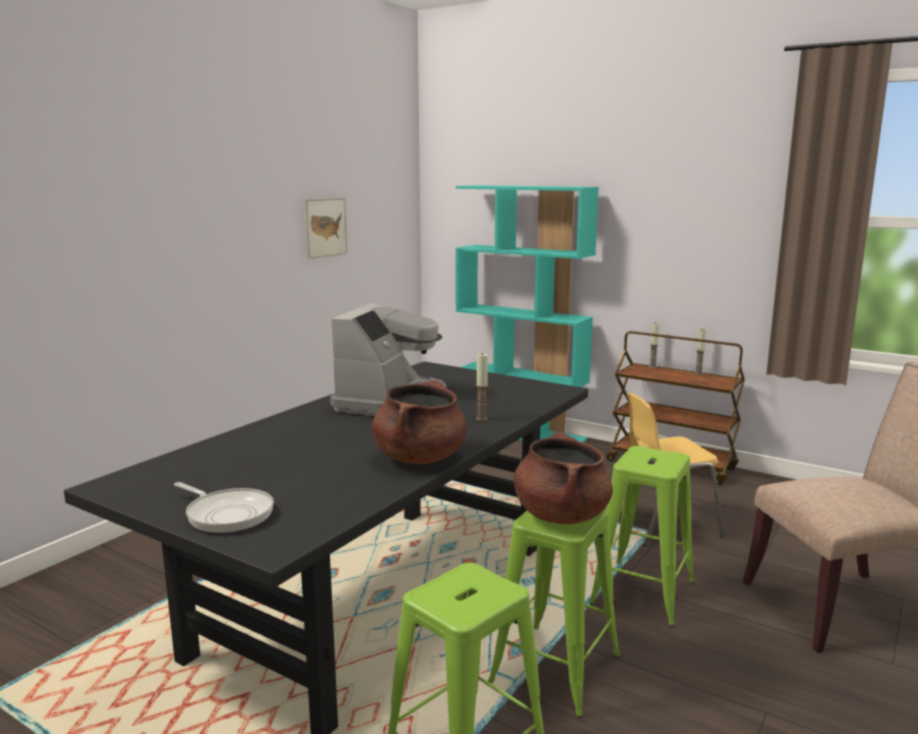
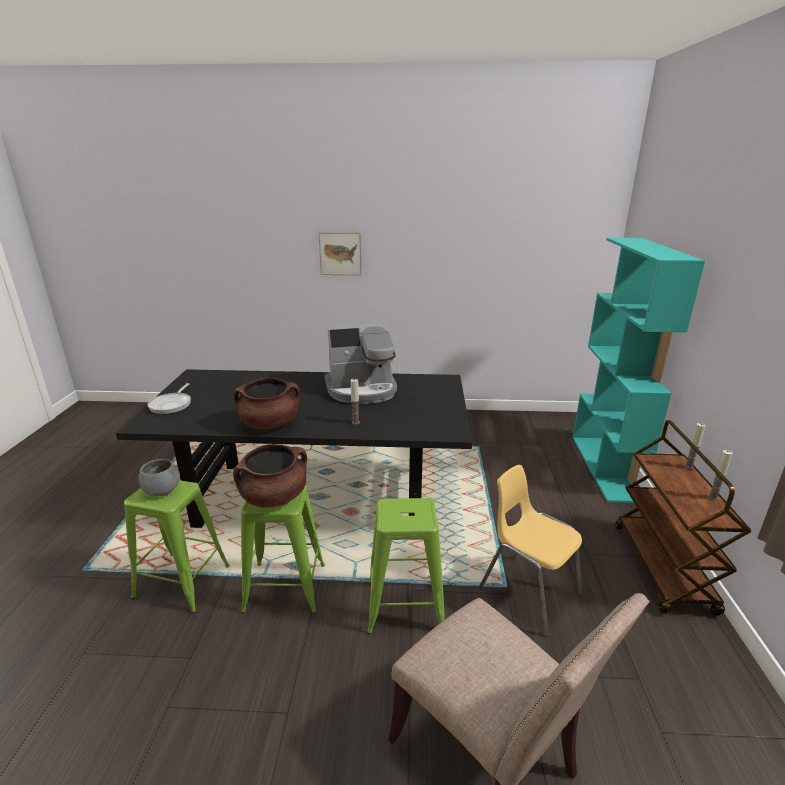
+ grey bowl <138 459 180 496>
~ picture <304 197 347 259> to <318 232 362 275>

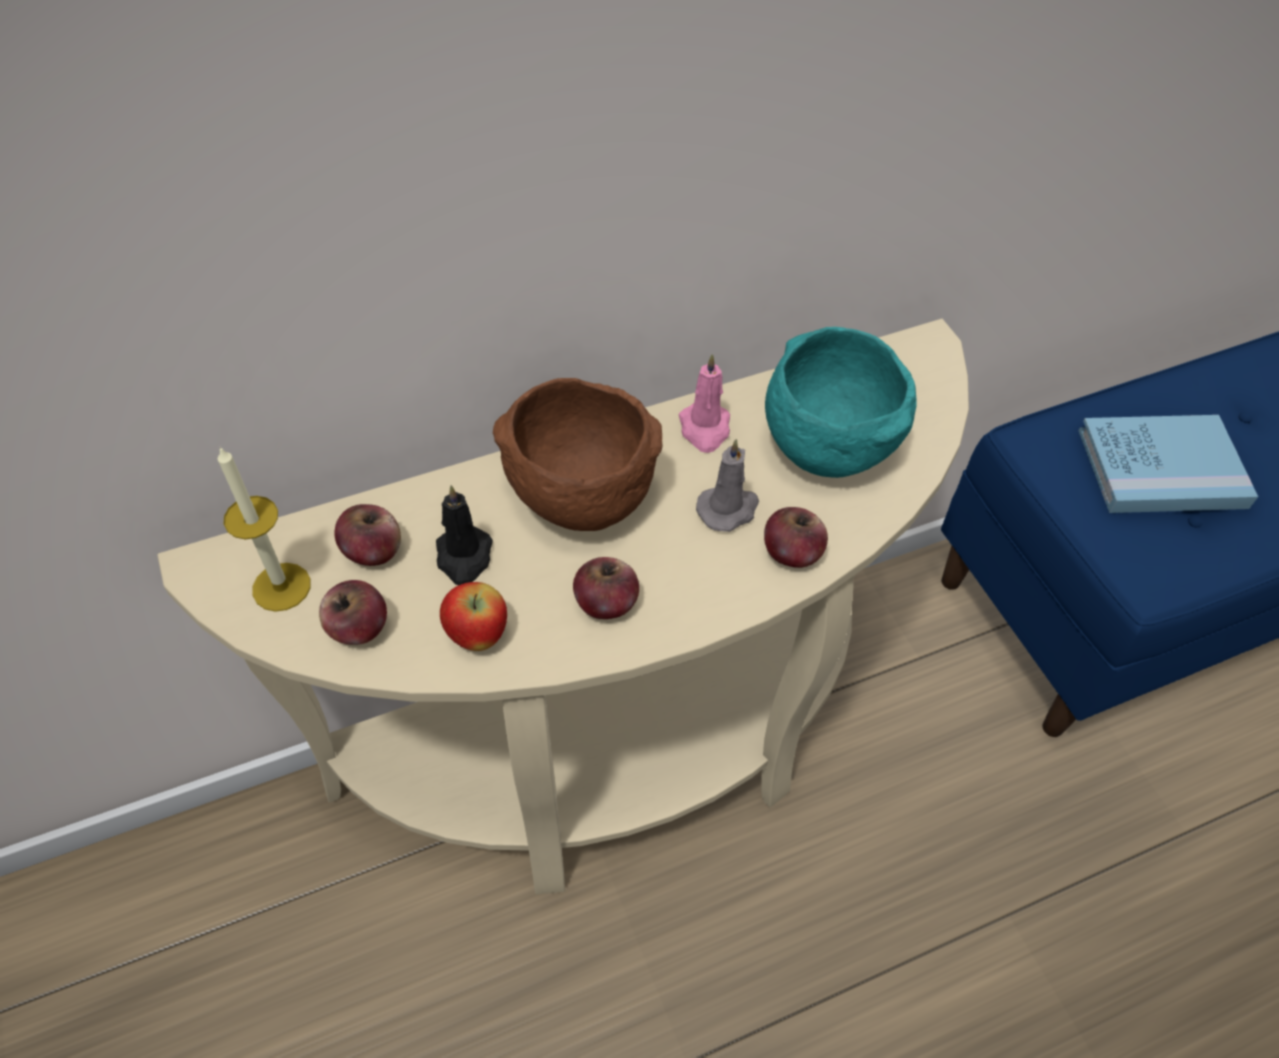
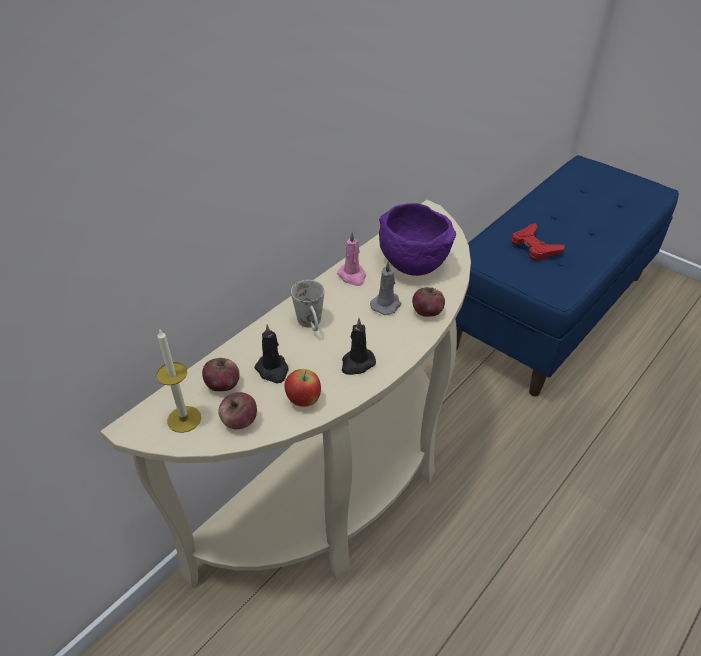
~ brown bowl <493 378 663 531> to white mug <291 280 325 331>
~ apple <573 557 639 619> to black candle <342 318 376 375>
~ turquoise bowl <765 327 917 478> to purple bowl <379 203 456 276>
~ blue book <1079 415 1258 513> to red game controller <512 223 565 261>

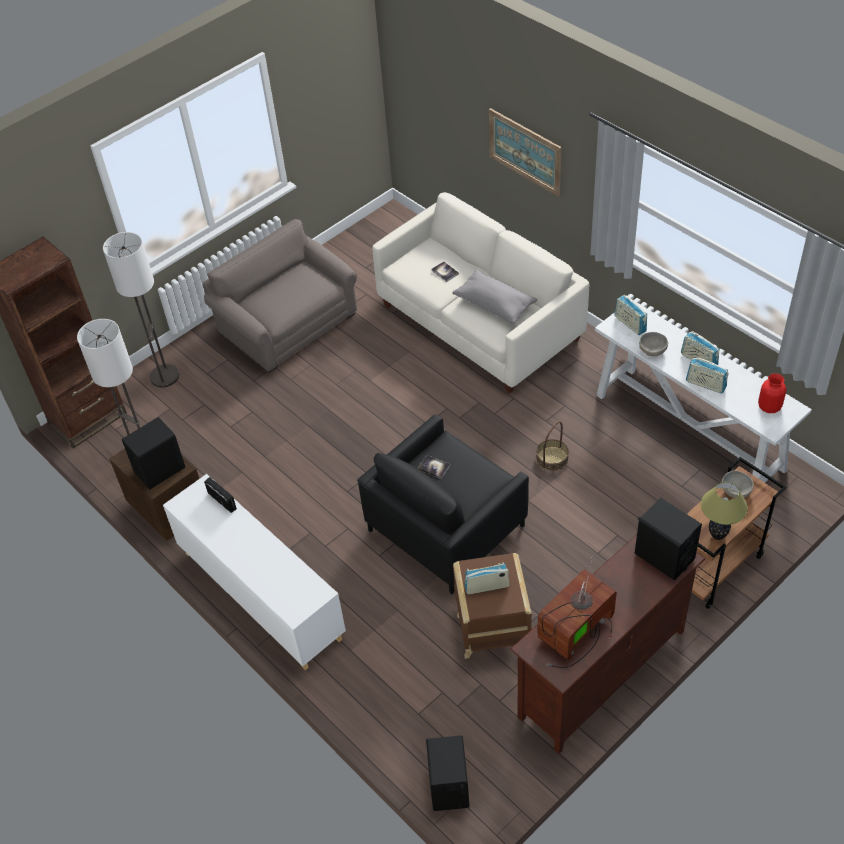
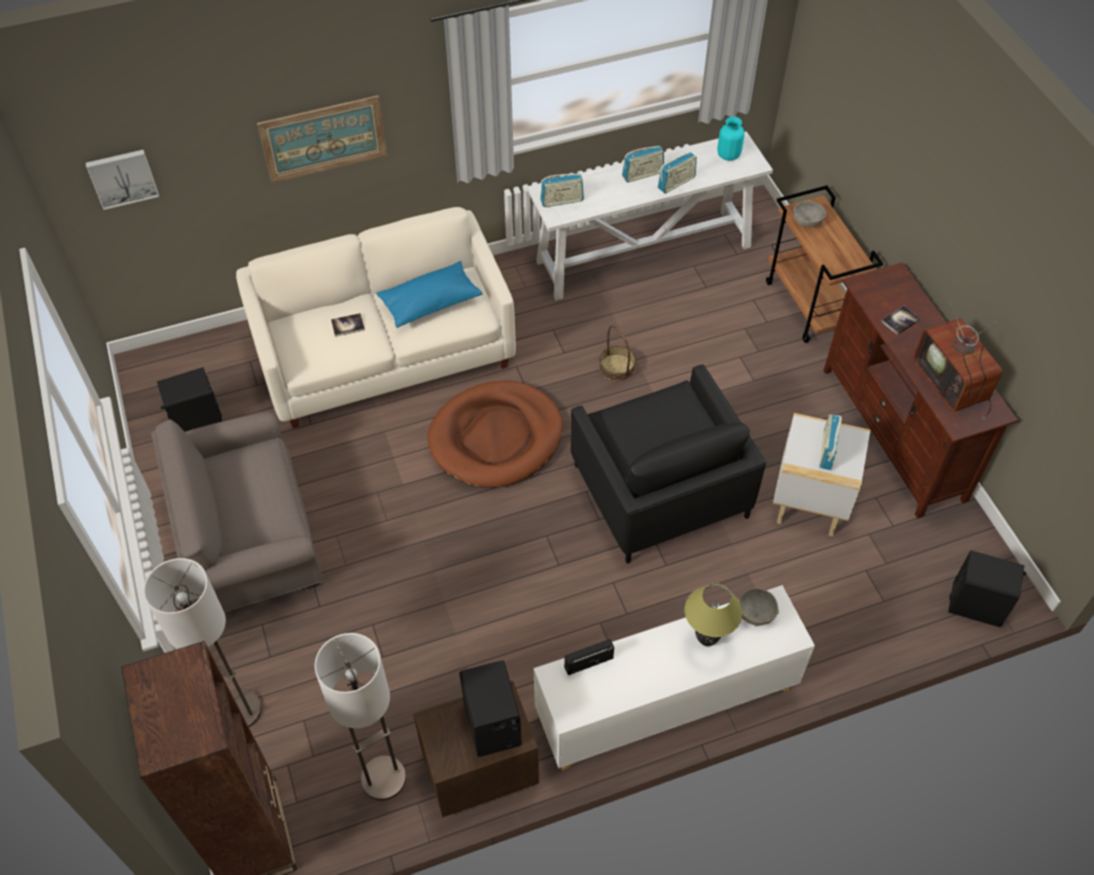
+ picture <85 149 160 210>
~ black speaker <634 498 702 580> to <157 367 222 432>
~ grey pillow <452 270 538 324> to blue pillow <377 261 482 328>
+ brown dog bed <428 381 563 488>
~ table lamp <701 482 748 540> to <685 583 742 646>
~ red vase <758 373 786 413> to turquoise vase <717 117 745 161>
~ grey bowl <639 332 668 357> to <739 588 779 626>
~ brown side table <453 553 532 659> to white side table <773 413 870 536>
~ book <418 455 451 479> to <881 306 920 335>

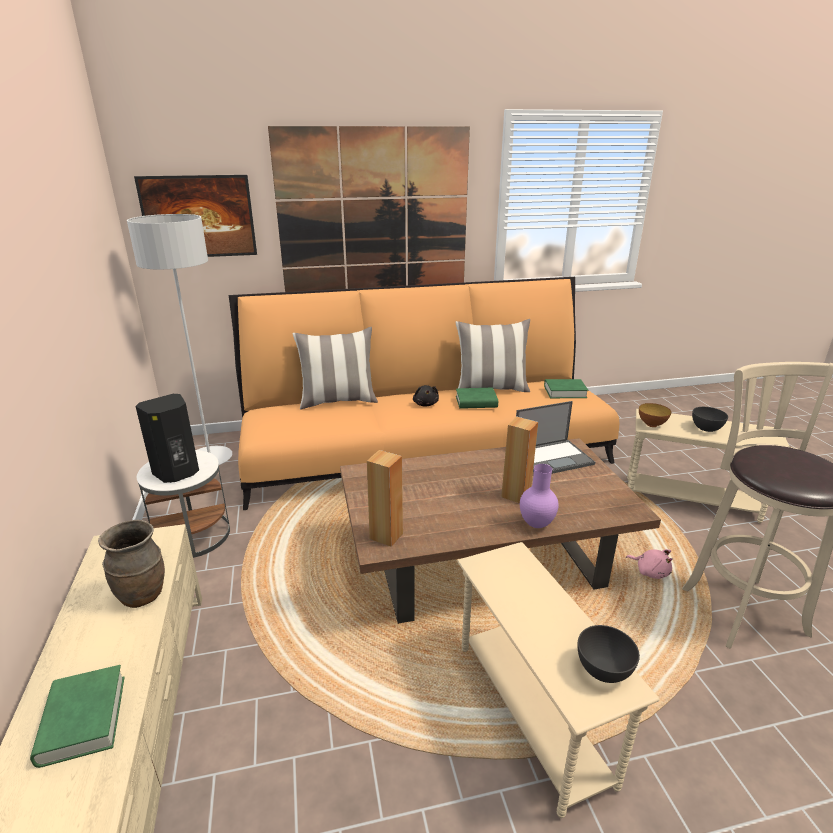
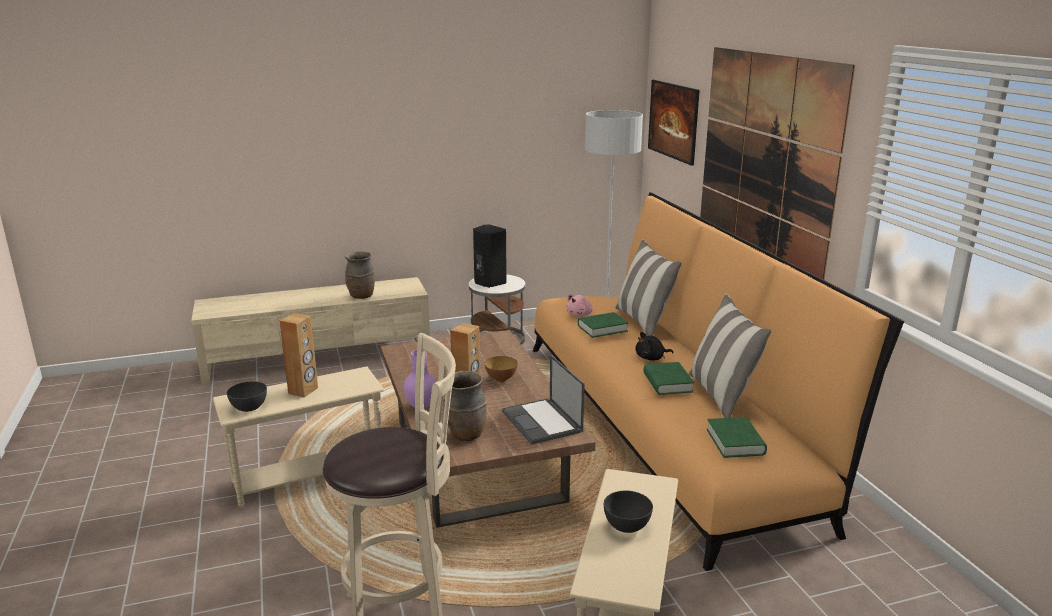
~ brown speaker <367 450 403 547> to <279 313 318 397>
+ brown vase <444 371 487 441>
~ bowl <639 403 671 427> to <485 356 517 382>
~ pink plush toy <626 549 673 579> to <566 294 593 317>
~ green book <30 665 125 768> to <578 312 628 338>

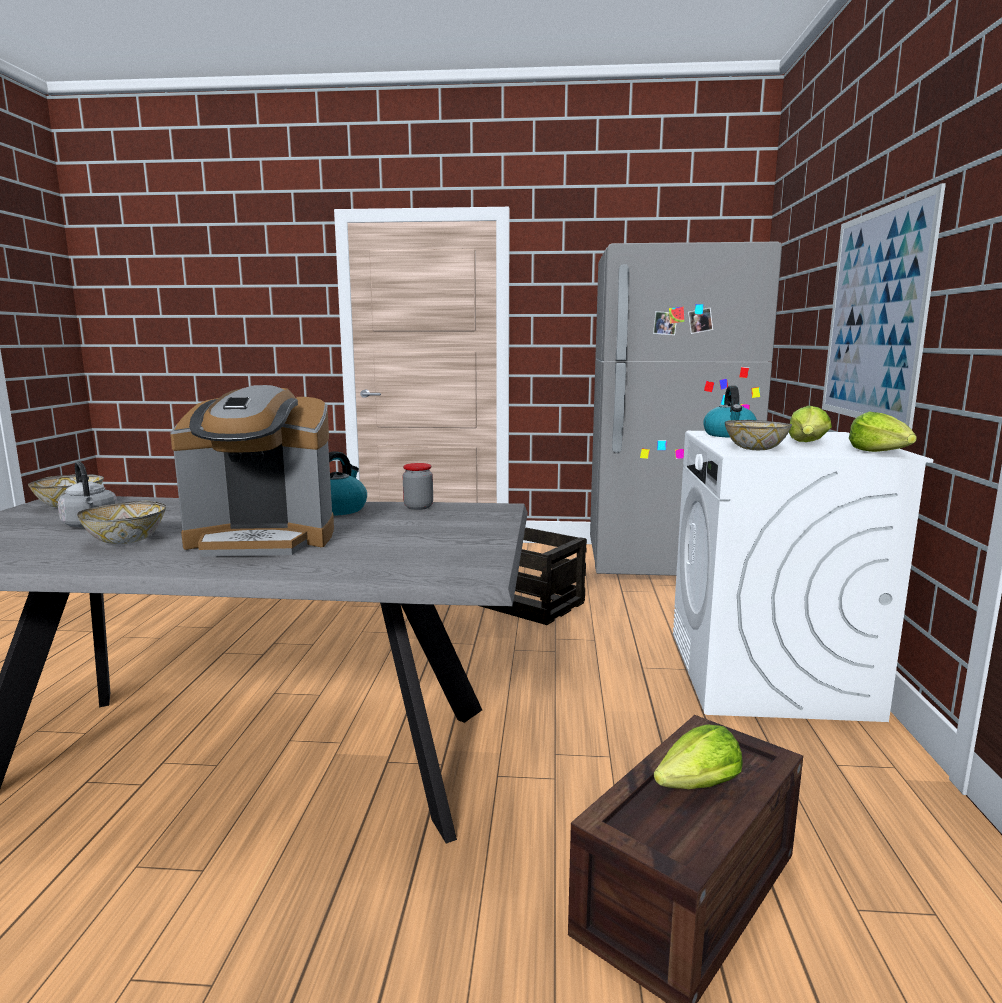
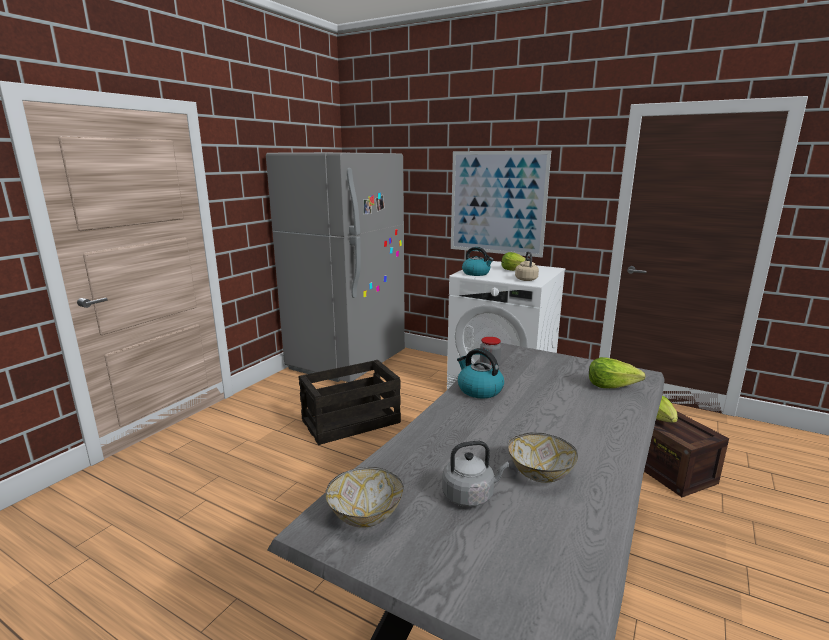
~ bowl <725 420 792 450> to beige kettle <515 251 539 281>
~ lettuce <849 411 917 452> to <589 357 646 388>
- coffee machine <170 385 334 557>

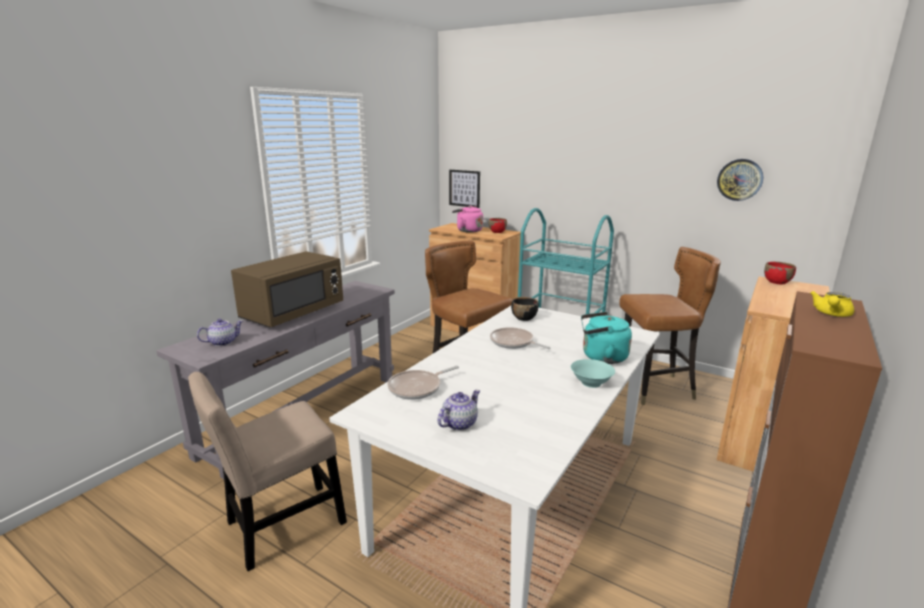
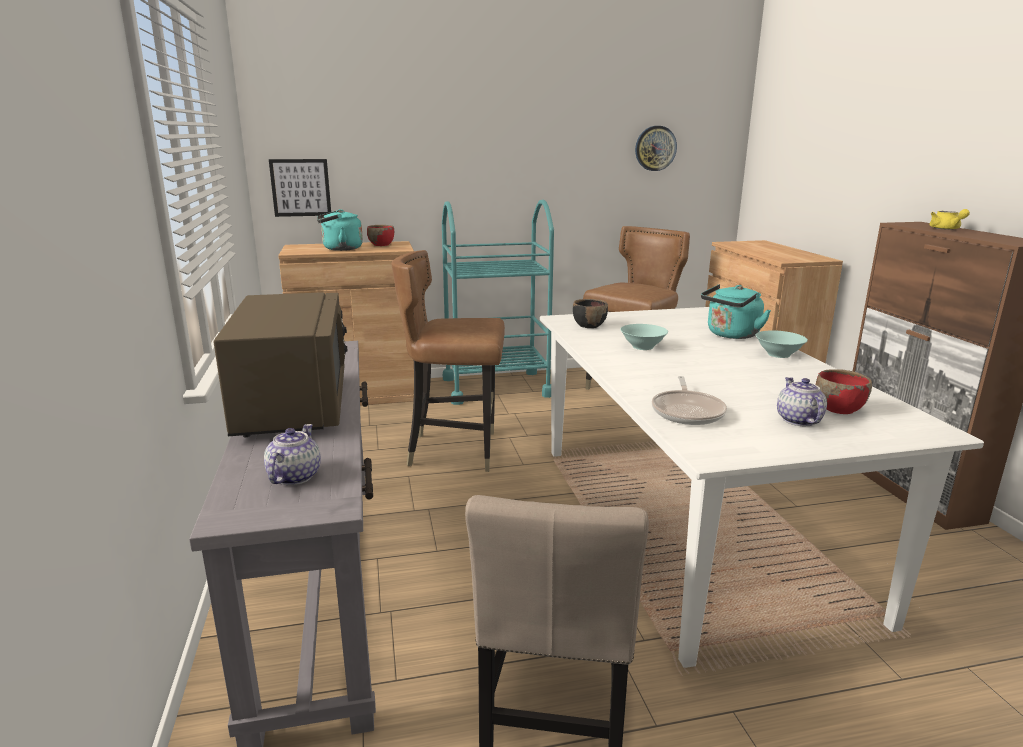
~ pink kettle <452 205 483 233> to turquoise kettle <317 209 363 251>
~ frying pan <490 327 551 349> to turquoise bowl <620 324 668 350>
~ red bowl <764 262 796 284> to <816 369 872 414>

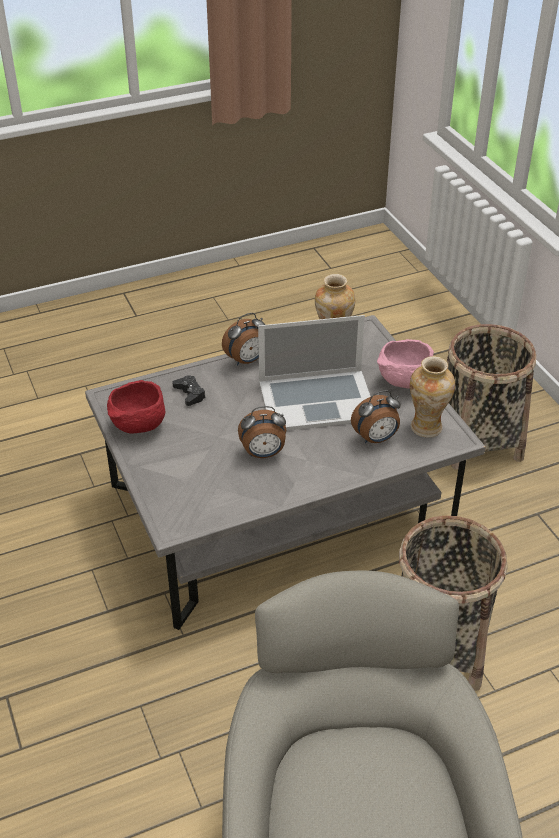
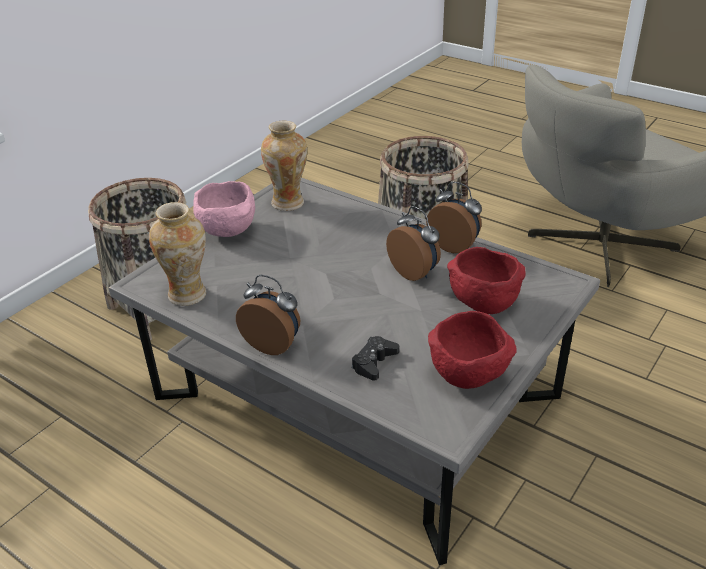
~ alarm clock <351 390 401 444> to <426 182 482 253>
+ red bowl <447 247 526 314>
- laptop <258 315 371 430>

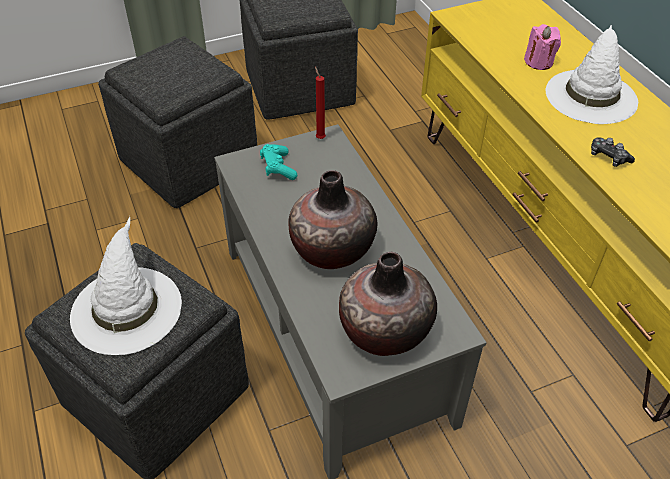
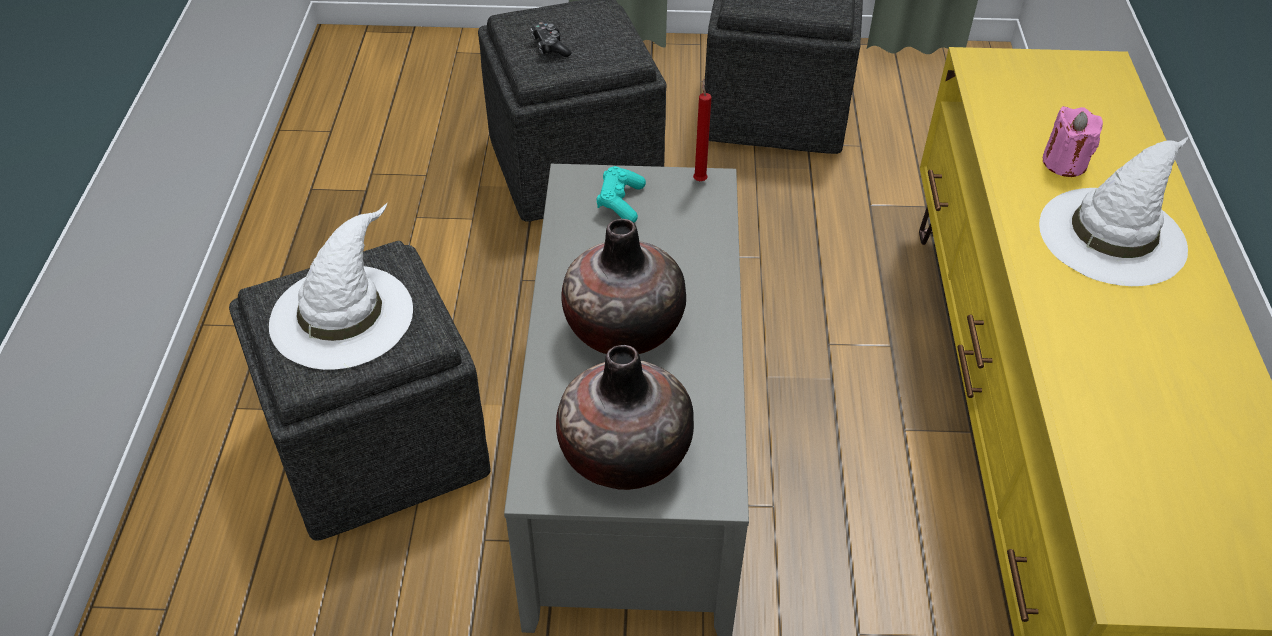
~ game controller <591 137 635 167> to <531 21 571 57>

